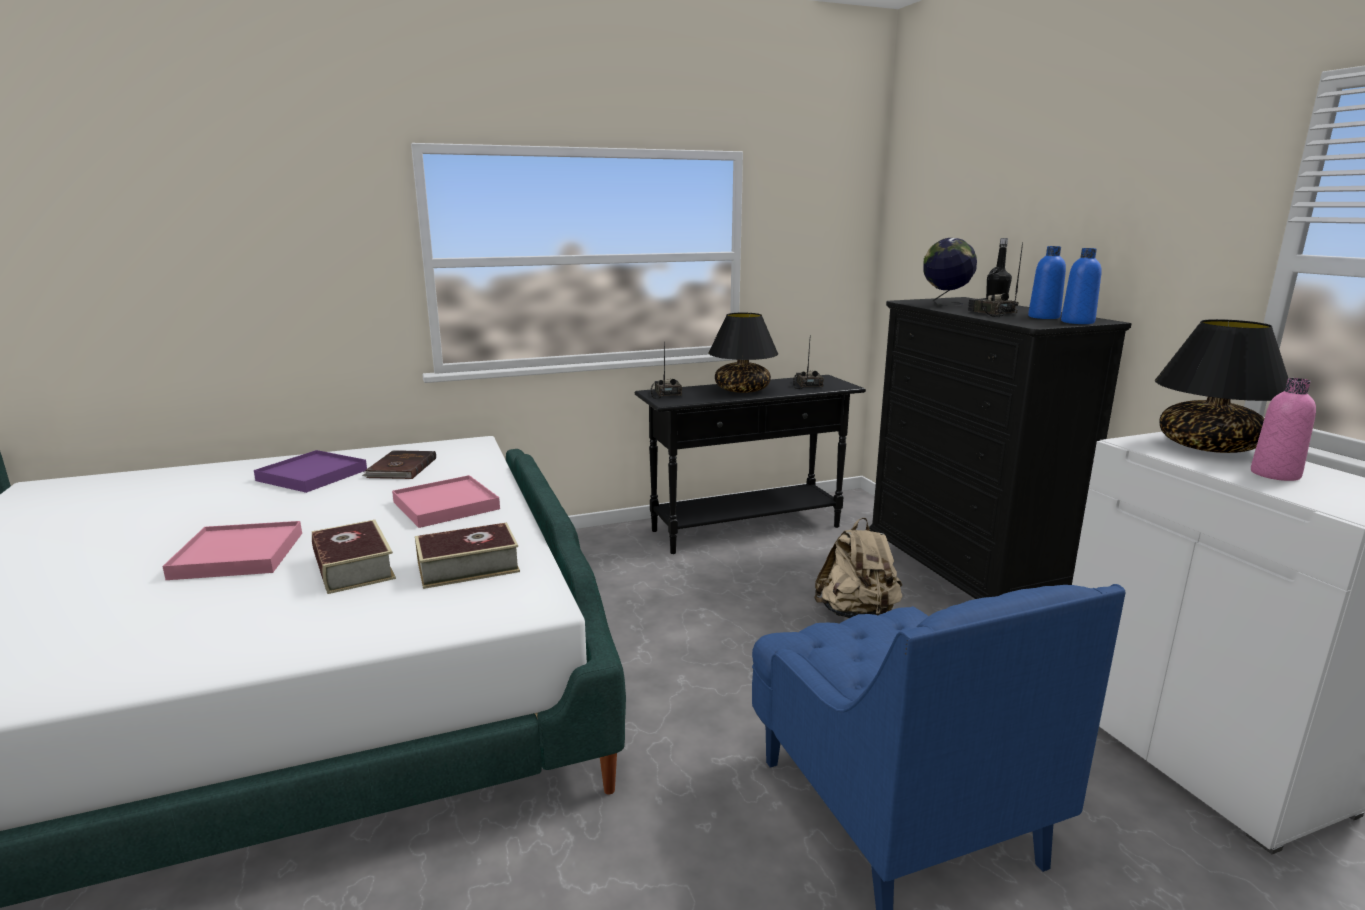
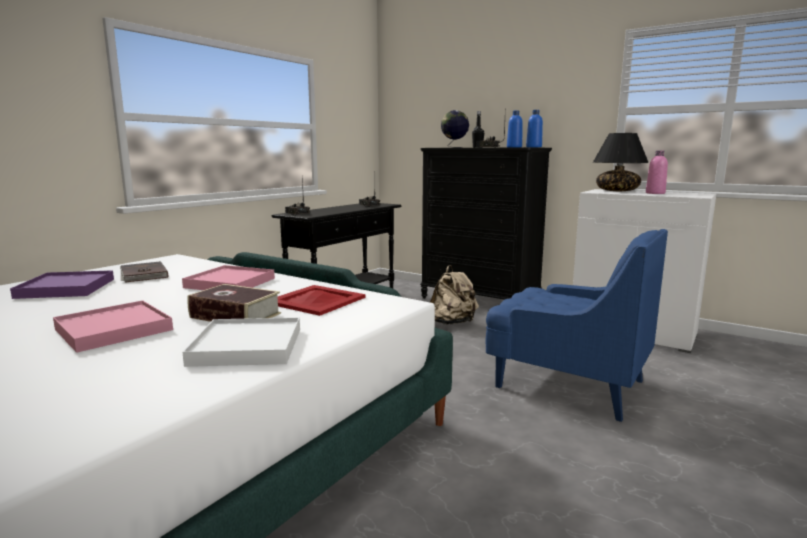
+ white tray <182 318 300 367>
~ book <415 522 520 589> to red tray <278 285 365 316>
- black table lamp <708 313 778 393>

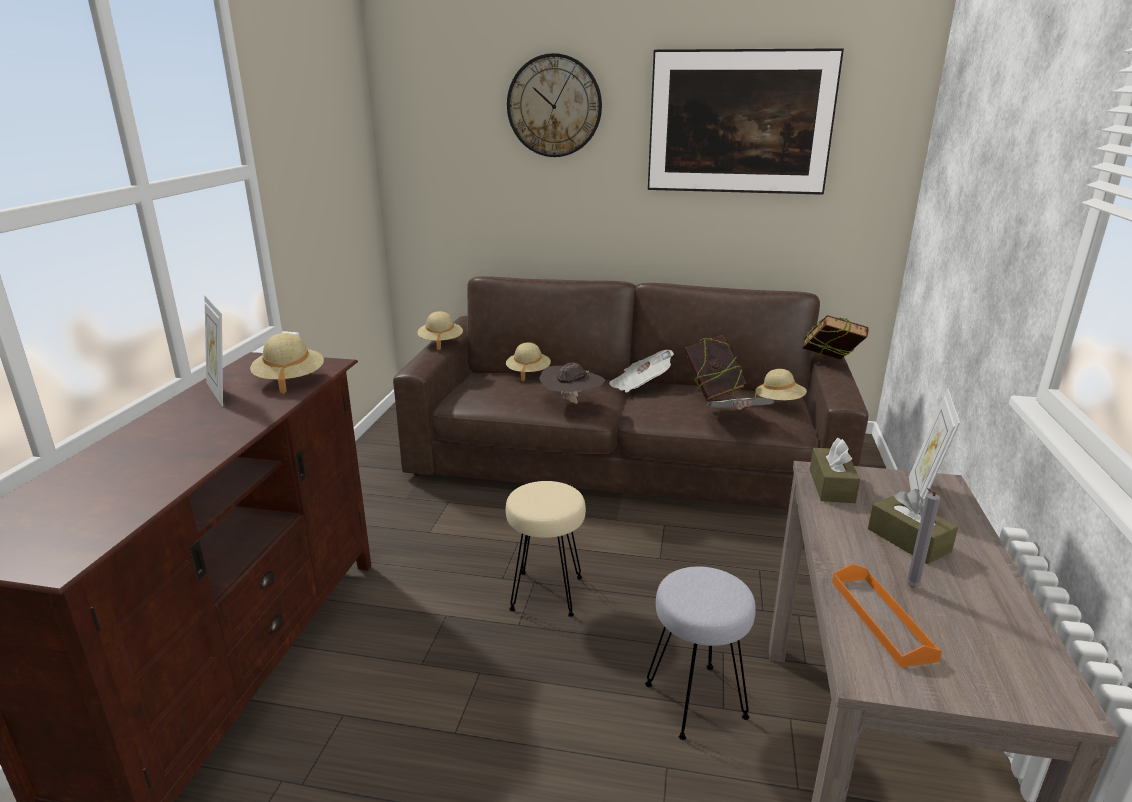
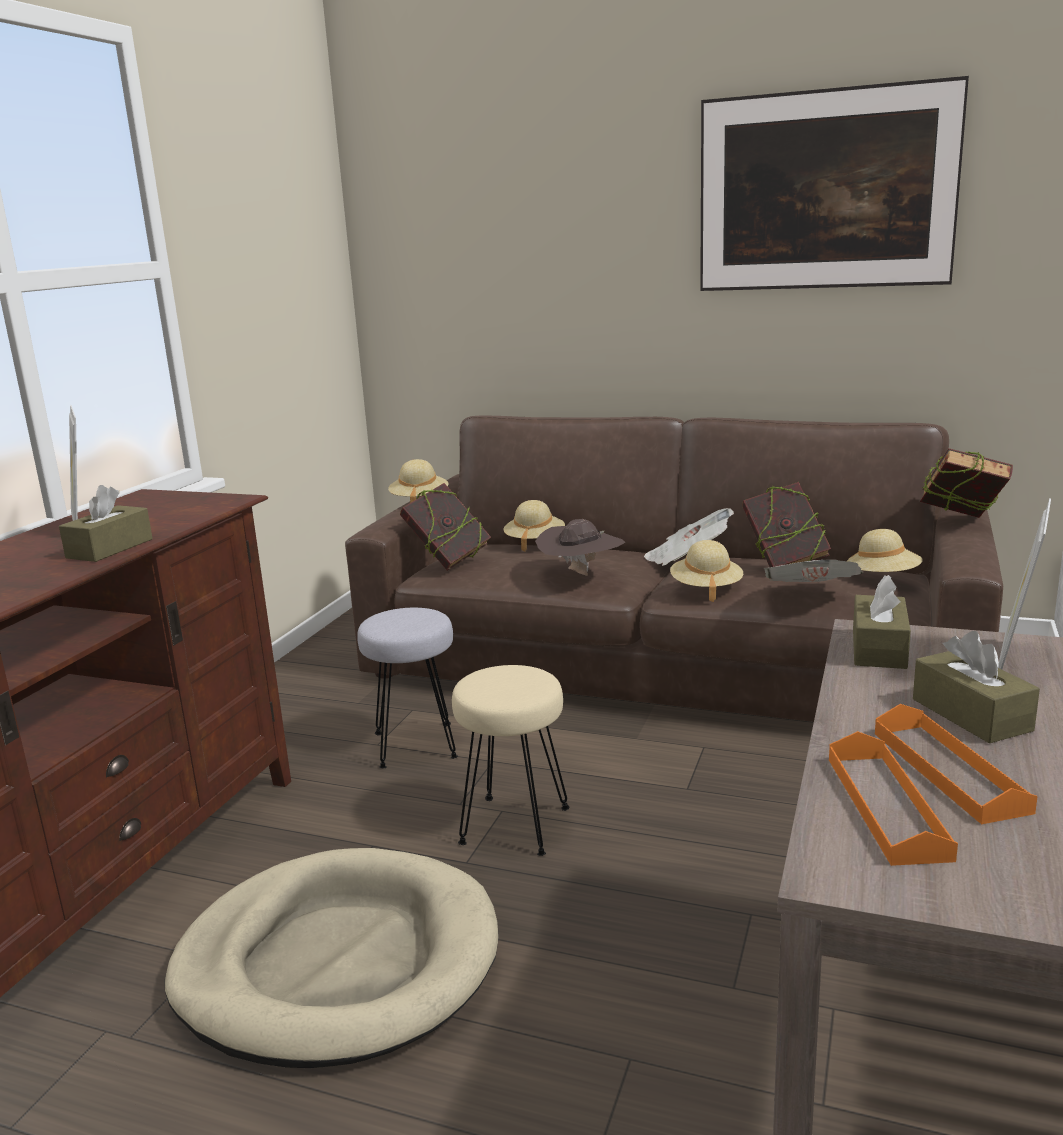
+ brown tissue box <59 485 153 562>
+ beige dog bed <164 848 499 1068>
~ grey stool <645 566 756 740> to <357 608 458 768>
+ book <400 483 491 570>
~ beige hat <250 333 324 394> to <670 540 743 602>
~ grey candle <906 488 940 587> to orange tray <875 704 1038 824>
- wall clock <507 53 602 157>

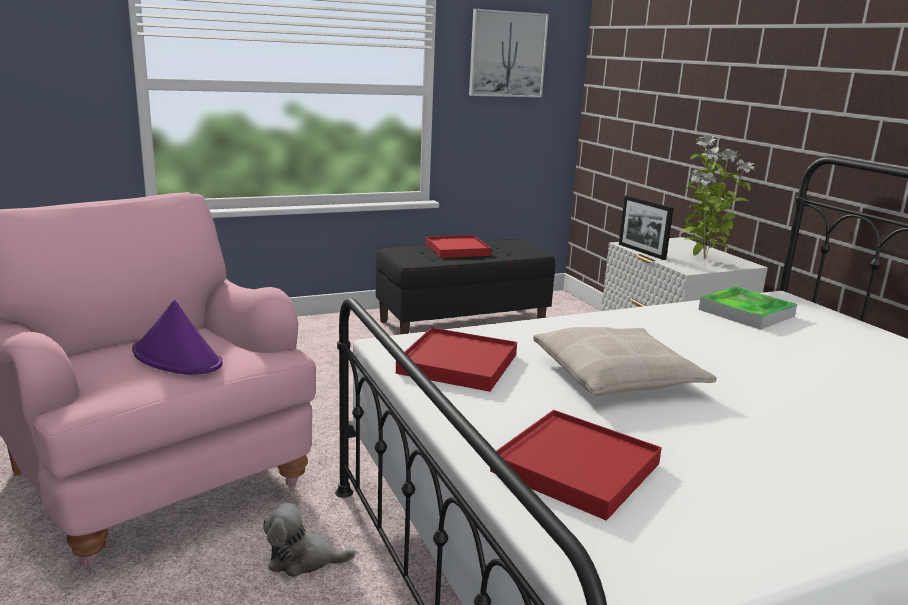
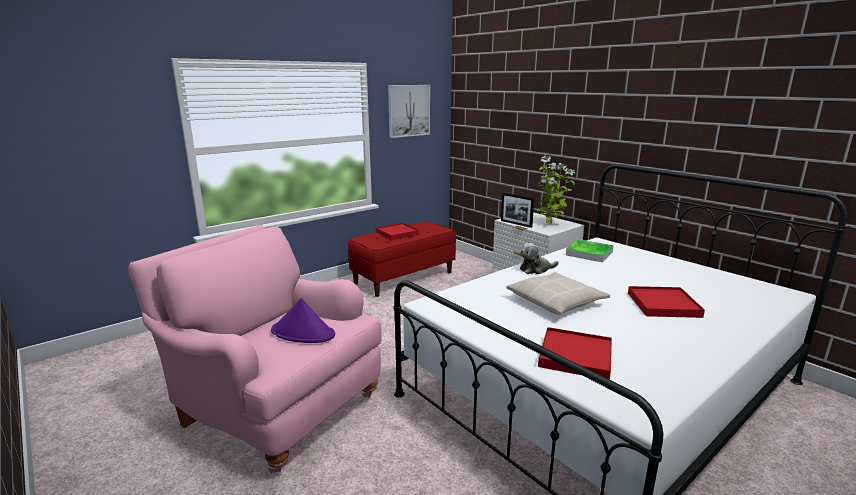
~ black bench <376 239 555 334> to red bench <348 221 456 297>
~ plush toy <263 503 356 577> to <520 243 559 274>
~ red tray <396 327 517 392> to <628 286 705 318>

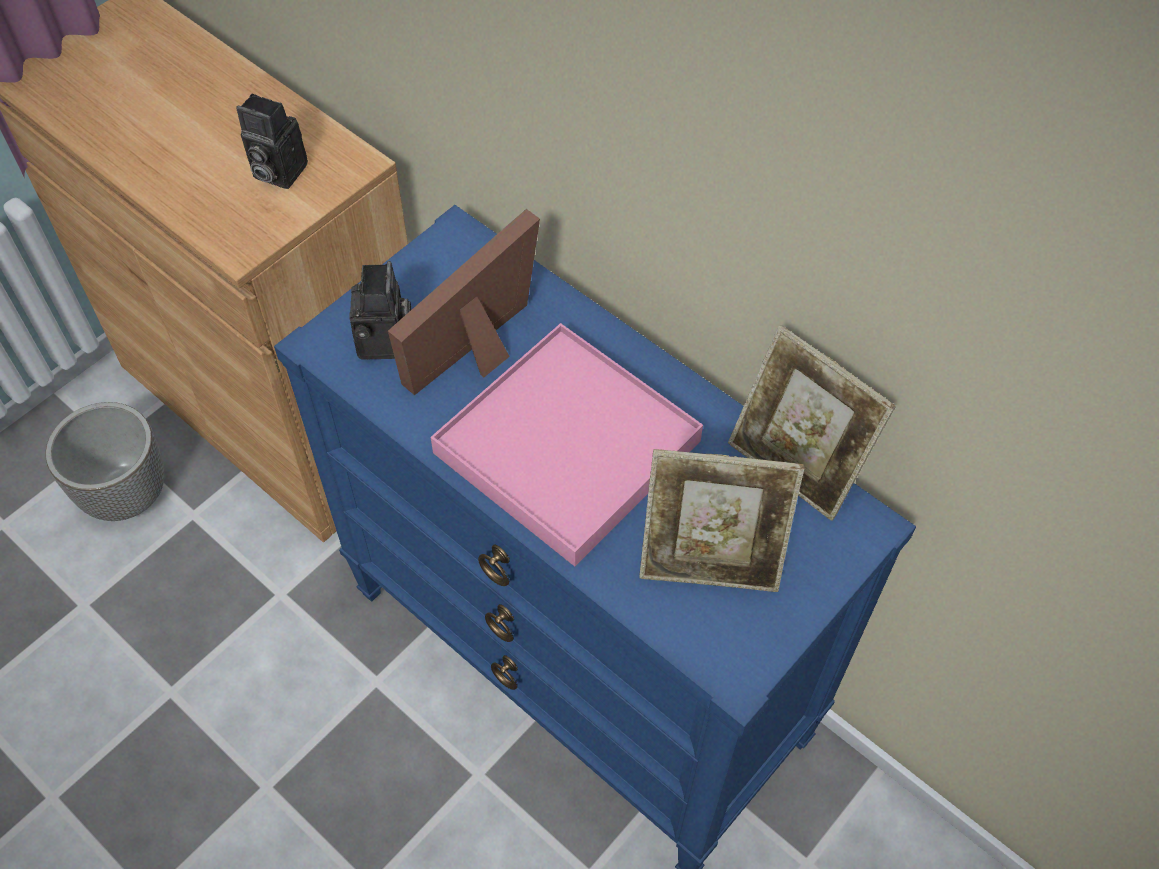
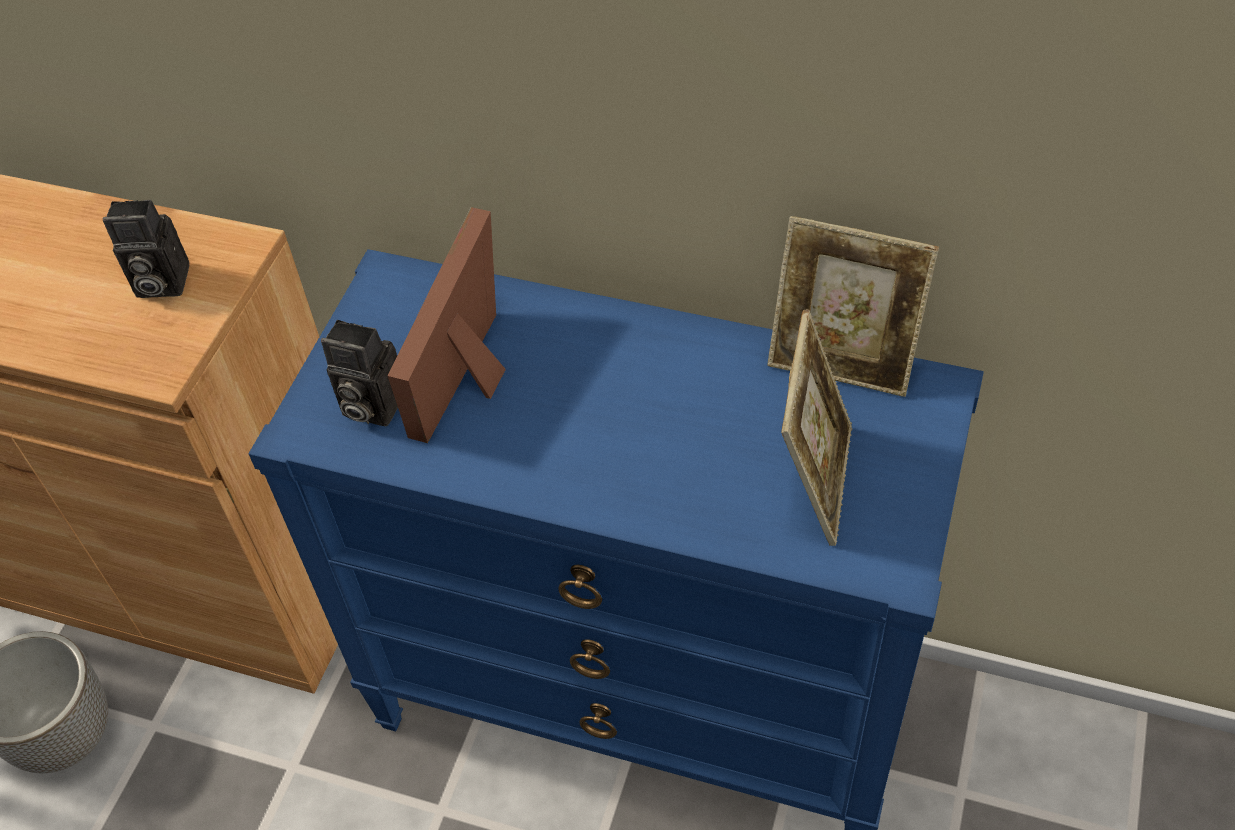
~ photo camera <349 261 411 360> = <321 320 398 426> 135 degrees clockwise
~ picture frame <639 449 804 592> = <781 309 852 546> 60 degrees counterclockwise
- pink tray <431 323 703 566>

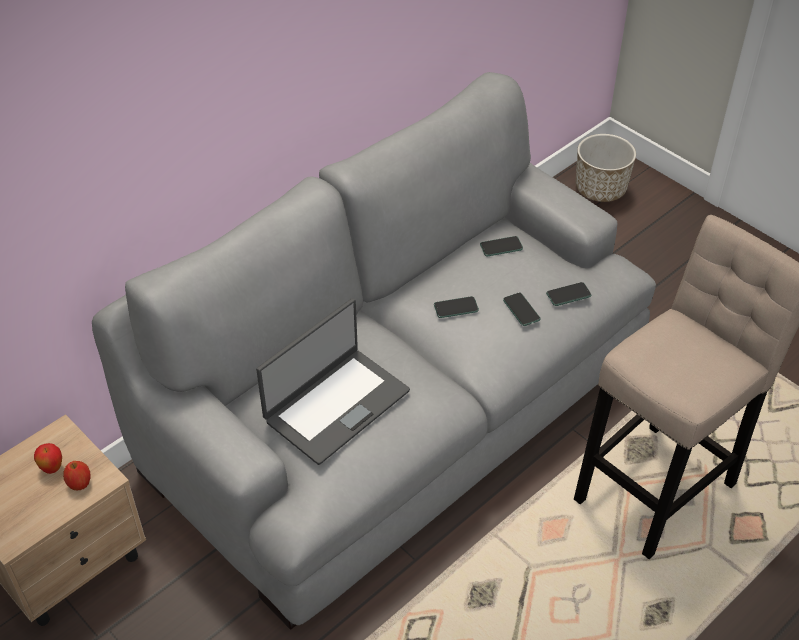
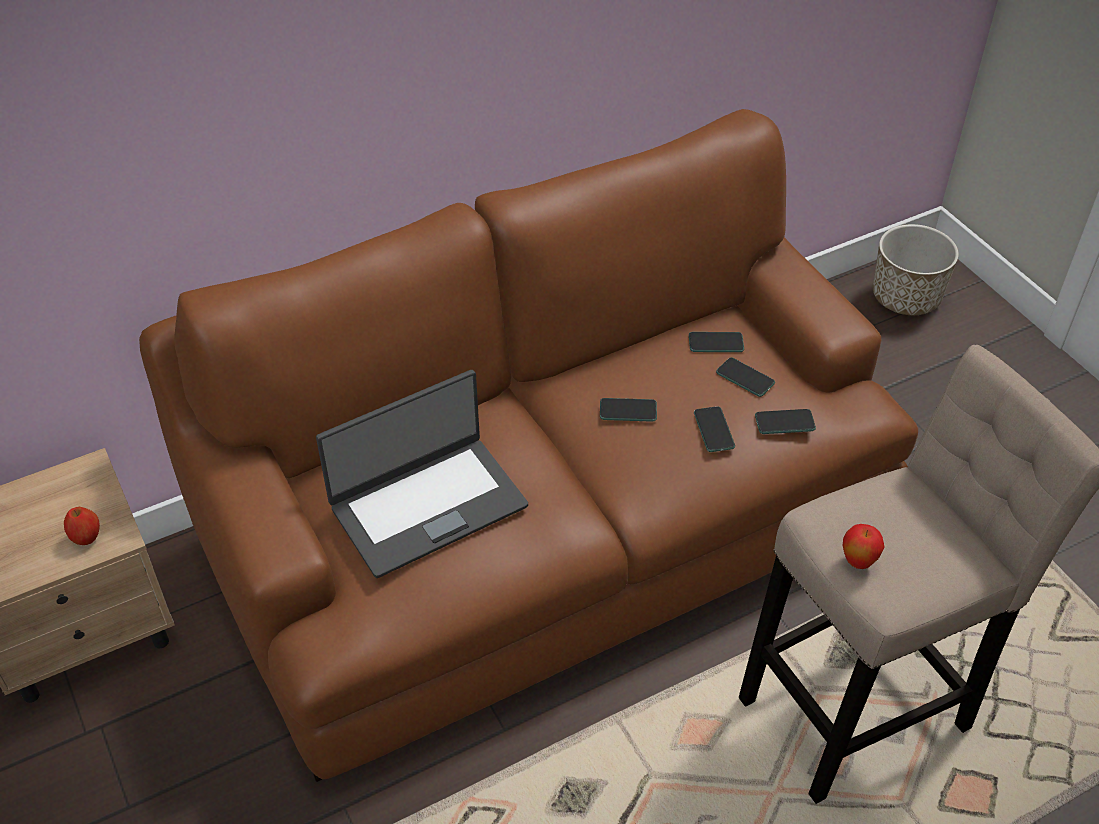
~ grey sofa <92 72 656 630> to brown sofa <139 109 918 782>
+ phone <716 357 775 397>
~ apple <34 443 62 474> to <843 524 884 569>

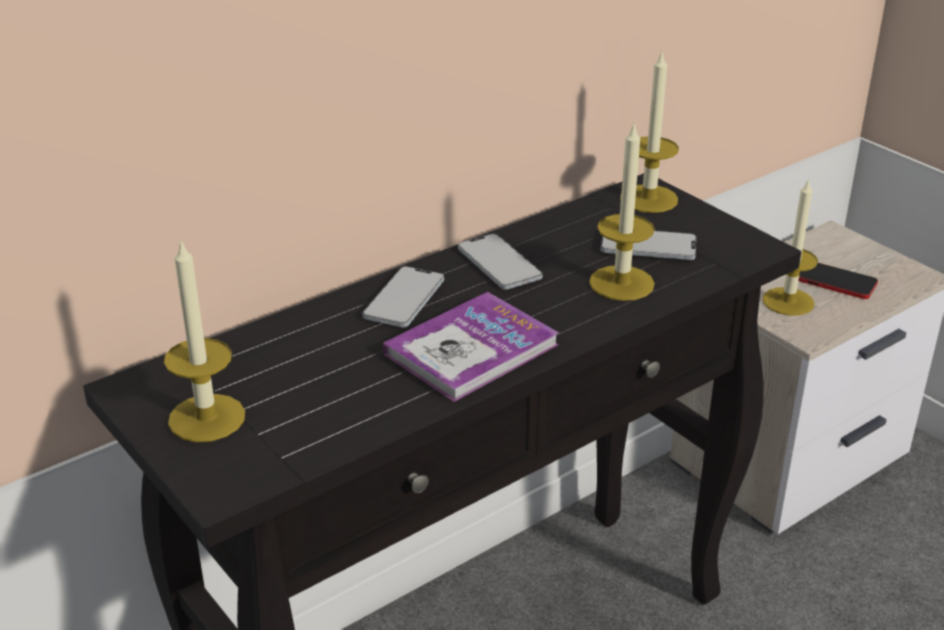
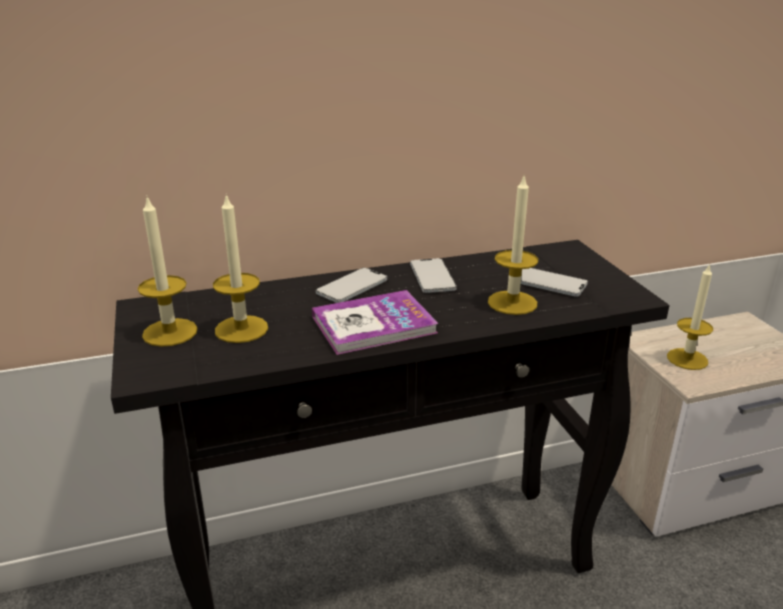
~ candle <620 52 679 213> to <213 193 268 343>
- phone <798 263 878 299>

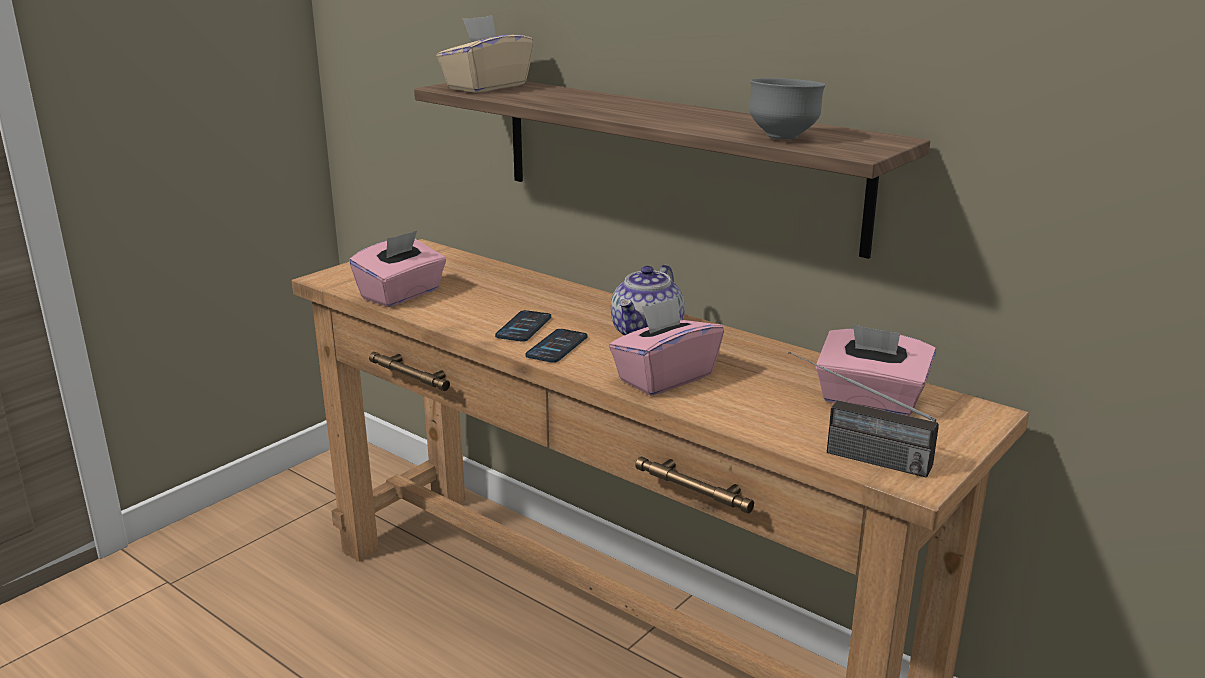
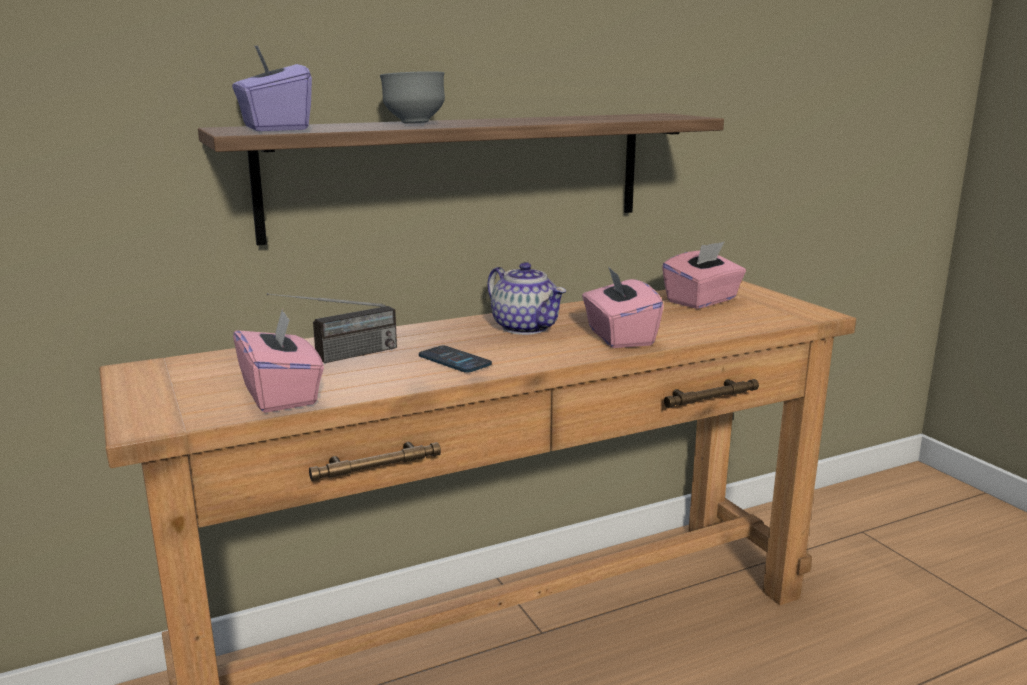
~ beige tissue box <437 15 534 93> to purple tissue box <232 45 312 131>
~ radio <788 351 939 478> to <267 293 397 363>
~ grey bowl <749 78 825 139> to <380 71 445 124>
- phone <525 329 587 363>

